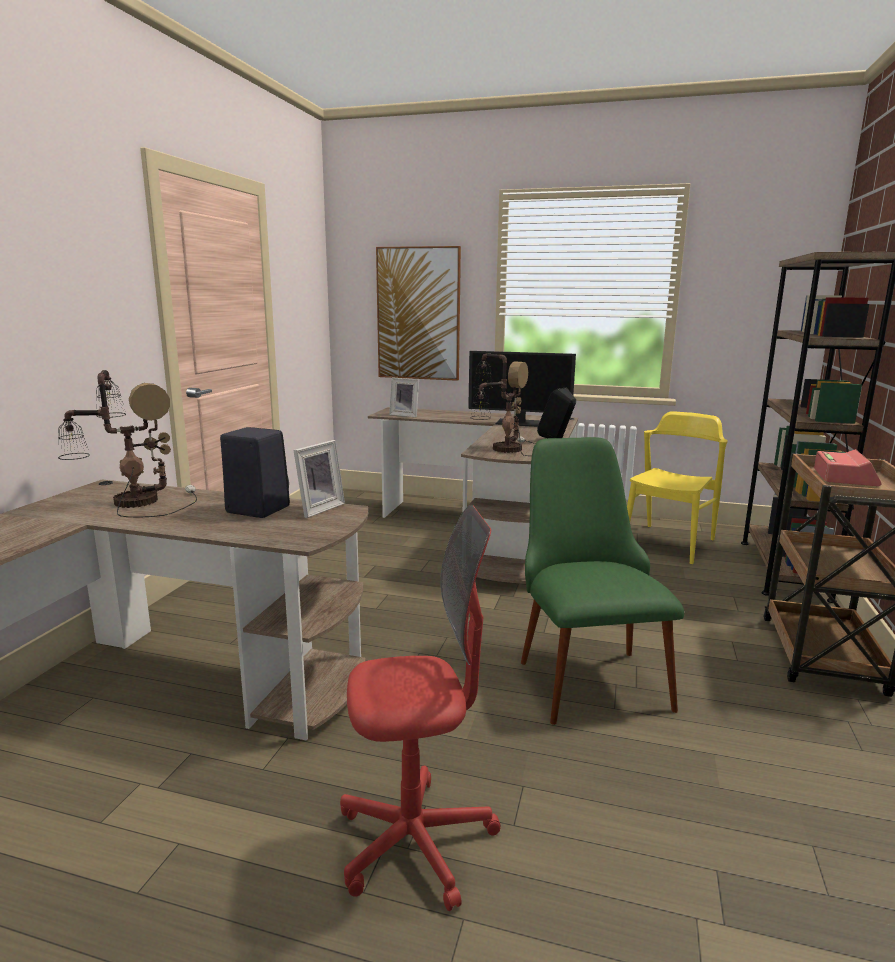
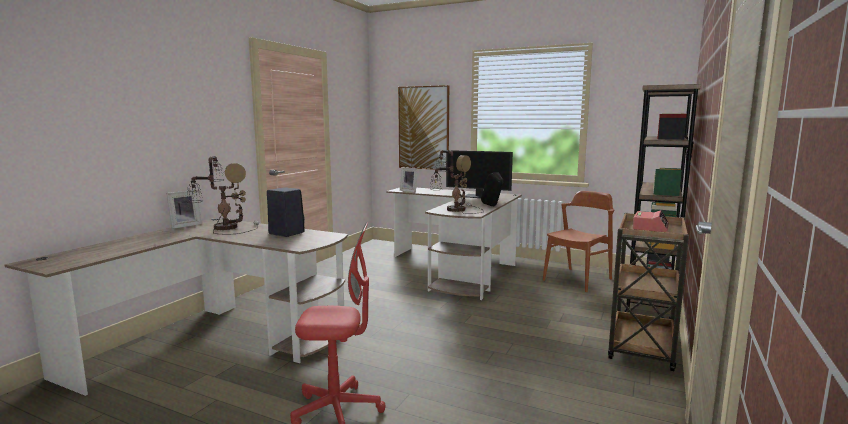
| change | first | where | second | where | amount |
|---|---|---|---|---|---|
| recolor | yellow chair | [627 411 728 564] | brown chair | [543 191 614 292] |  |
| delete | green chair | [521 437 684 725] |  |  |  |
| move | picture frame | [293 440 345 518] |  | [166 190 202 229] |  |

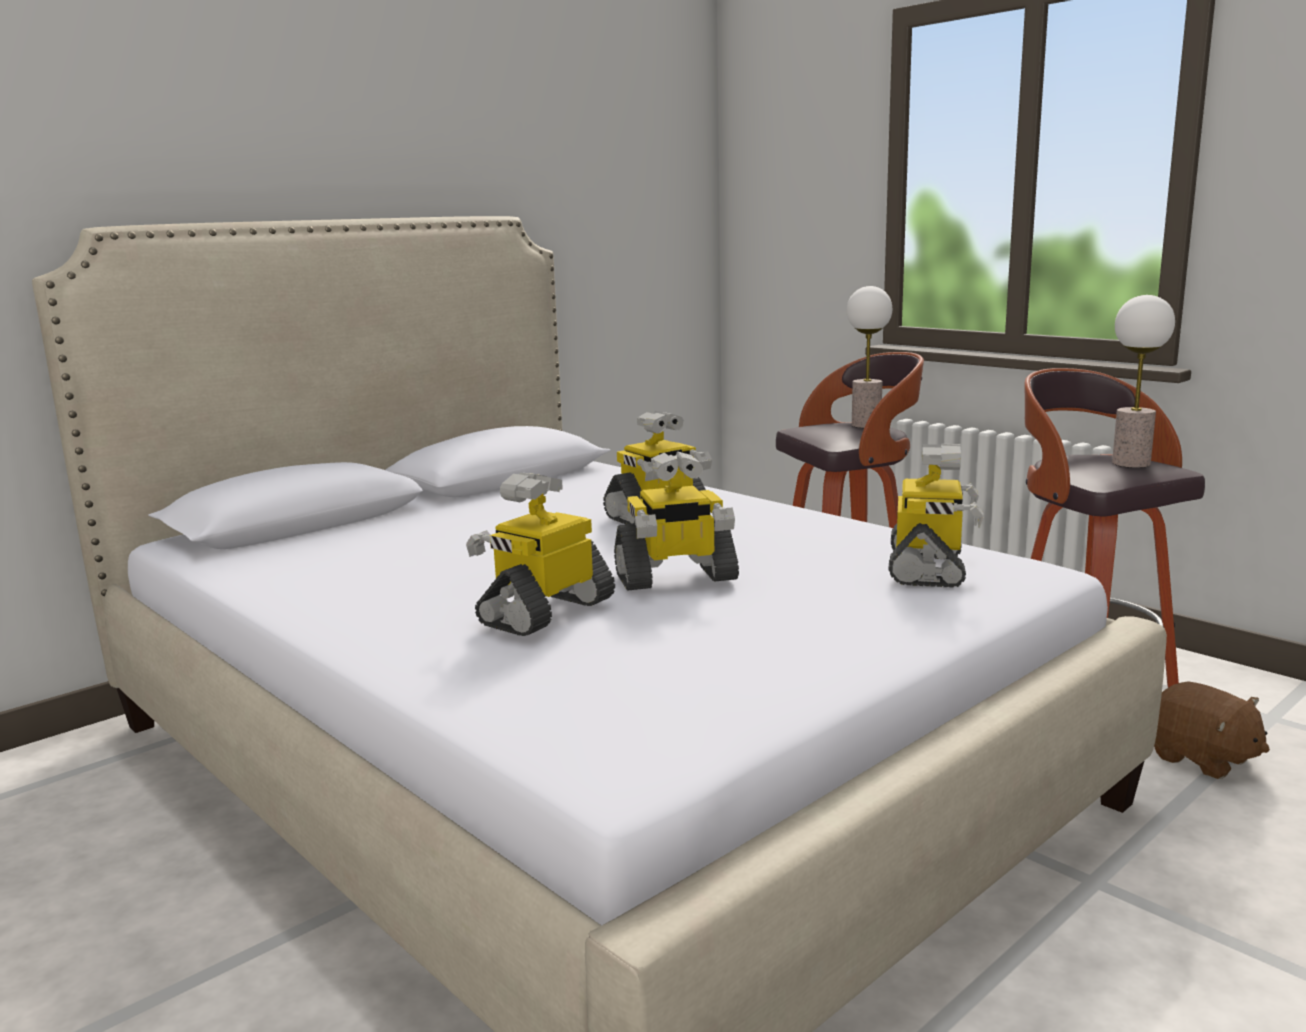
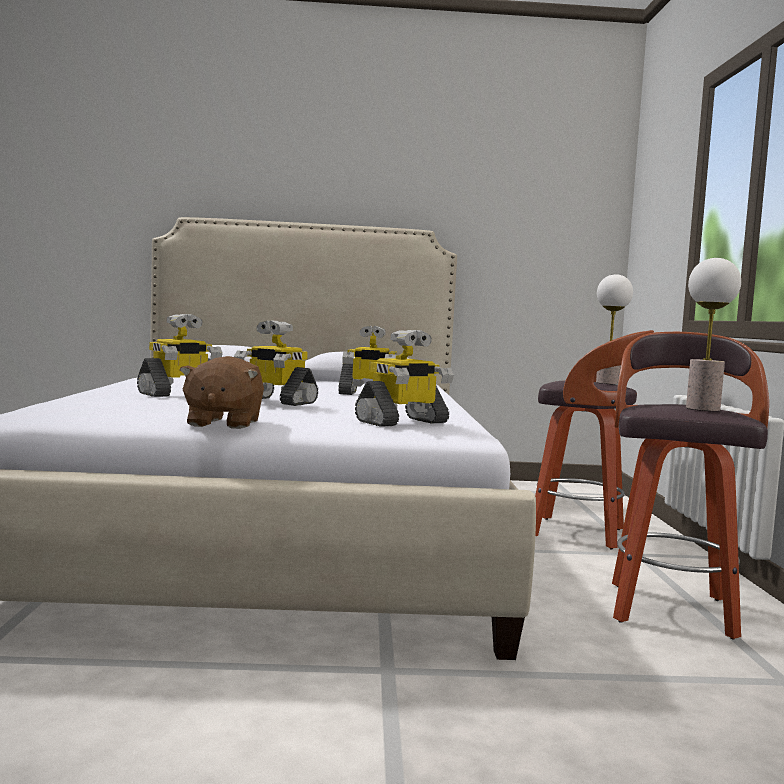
| change | first | where | second | where | amount |
|---|---|---|---|---|---|
| rotate | toy robot | [466 472 615 636] |  | [137 314 223 397] | 150 degrees clockwise |
| move | brown plush toy | [1154 681 1270 779] |  | [179 356 264 429] |  |

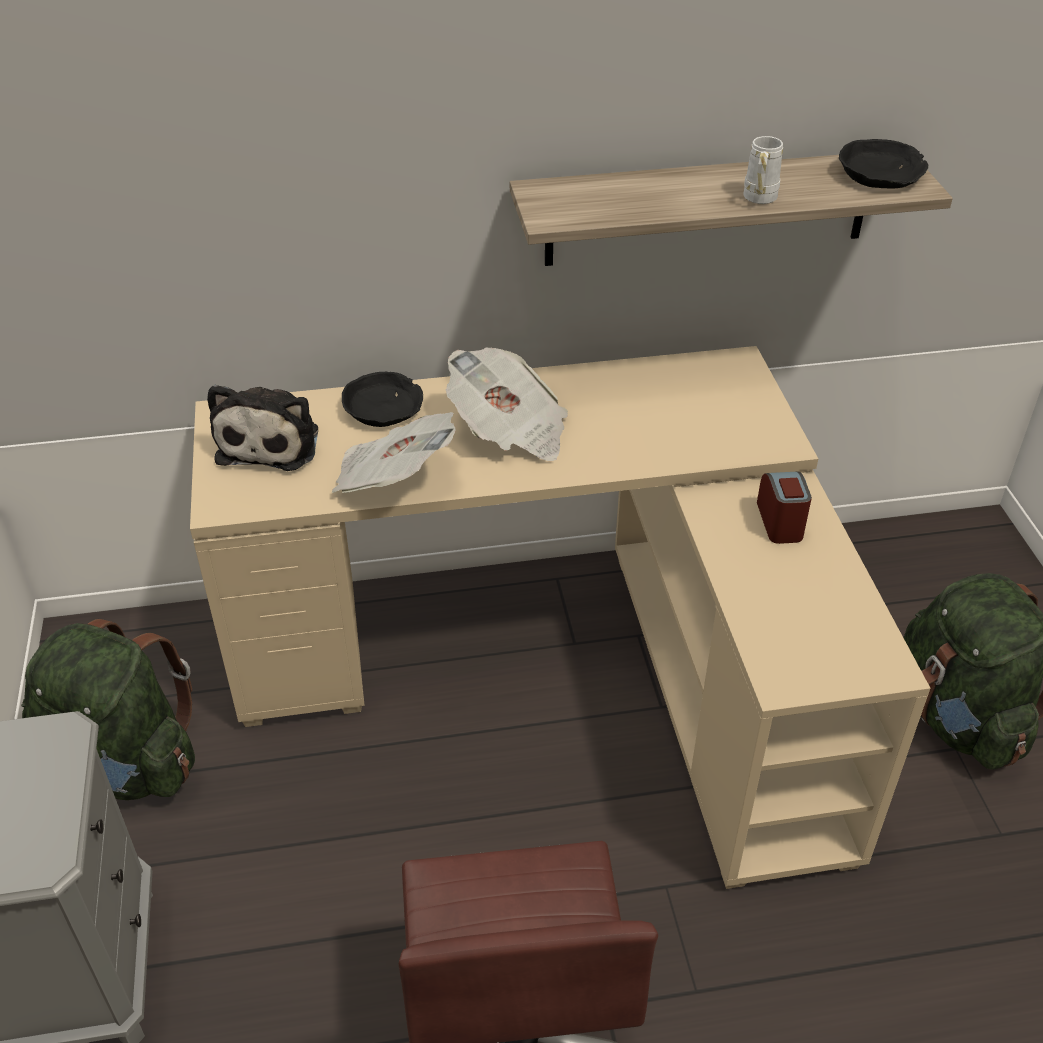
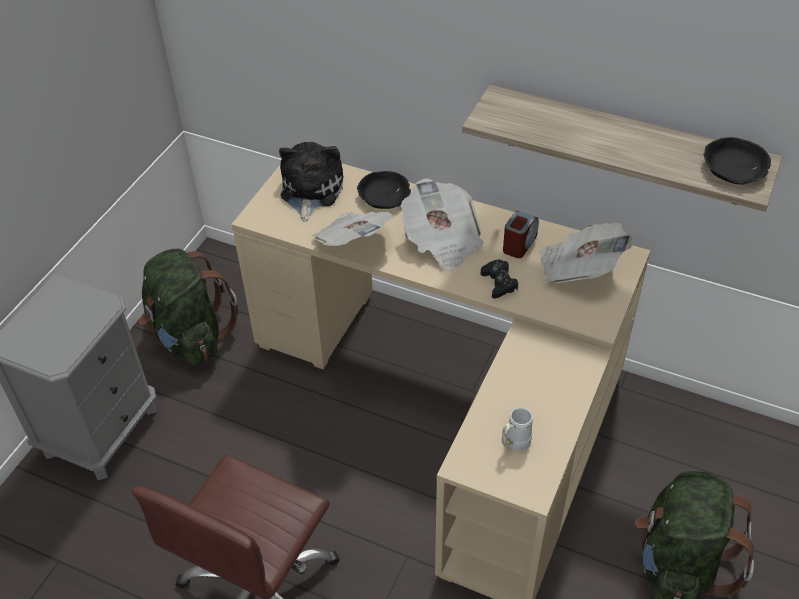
| change | first | where | second | where | amount |
|---|---|---|---|---|---|
| move | white mug | [743 136 783 204] |  | [501 407 533 451] |  |
| rotate | plush toy | [207 385 318 471] |  | [279 142 343 222] | 150 degrees clockwise |
| move | alarm clock | [757 471 812 544] |  | [503 211 539 258] |  |
| insert |  |  | newspaper | [539 223 632 283] |  |
| insert |  |  | black game controller | [481 260 518 299] |  |

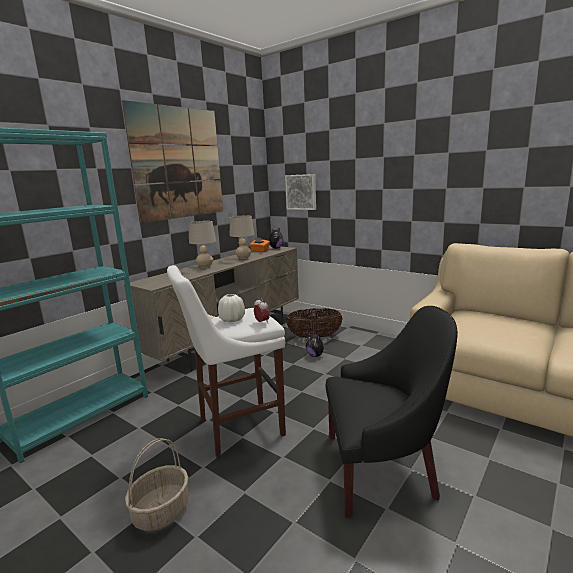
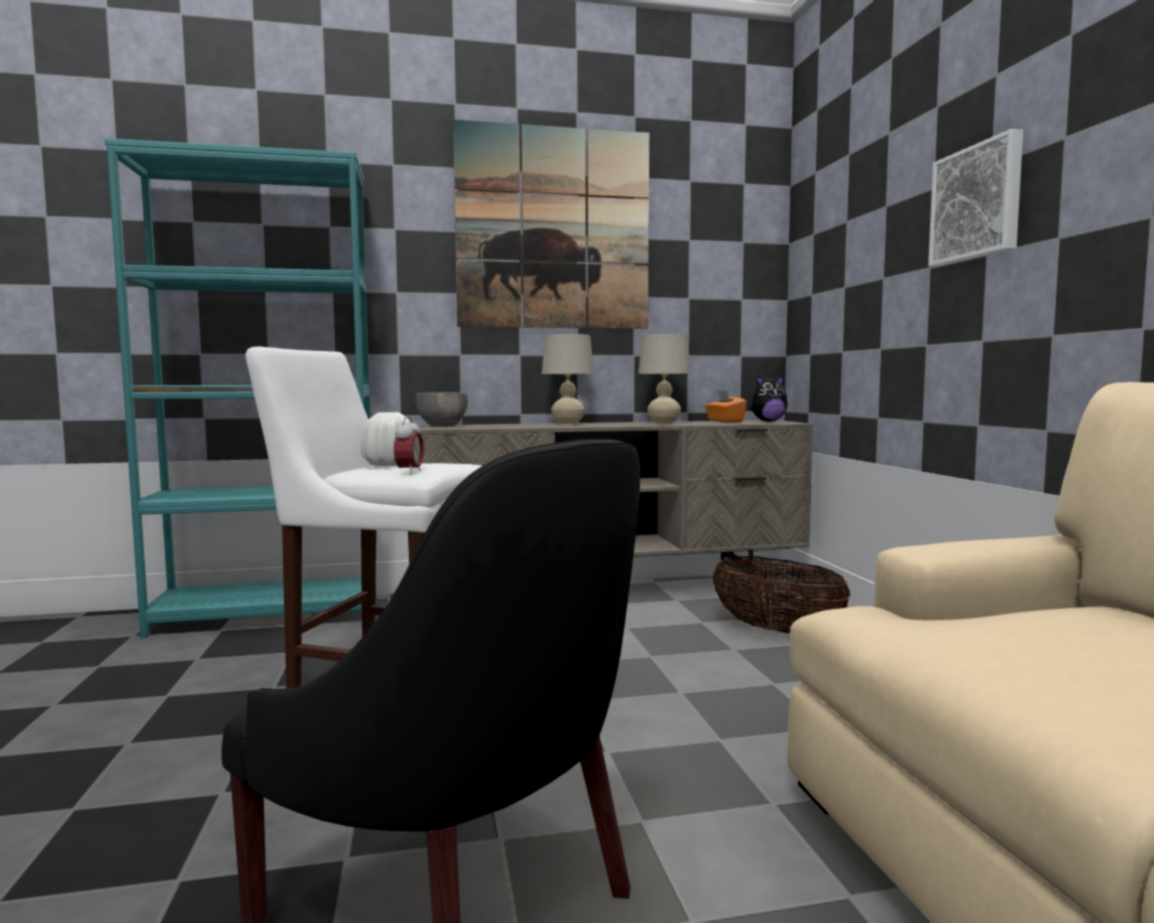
| change | first | where | second | where | amount |
|---|---|---|---|---|---|
| move | picture | [285 174 316 210] |  | [928 129 1023 267] |  |
| delete | plush toy | [306 331 327 357] |  |  |  |
| delete | basket | [125 438 189 531] |  |  |  |
| insert |  |  | grey bowl | [416 392 468 427] |  |

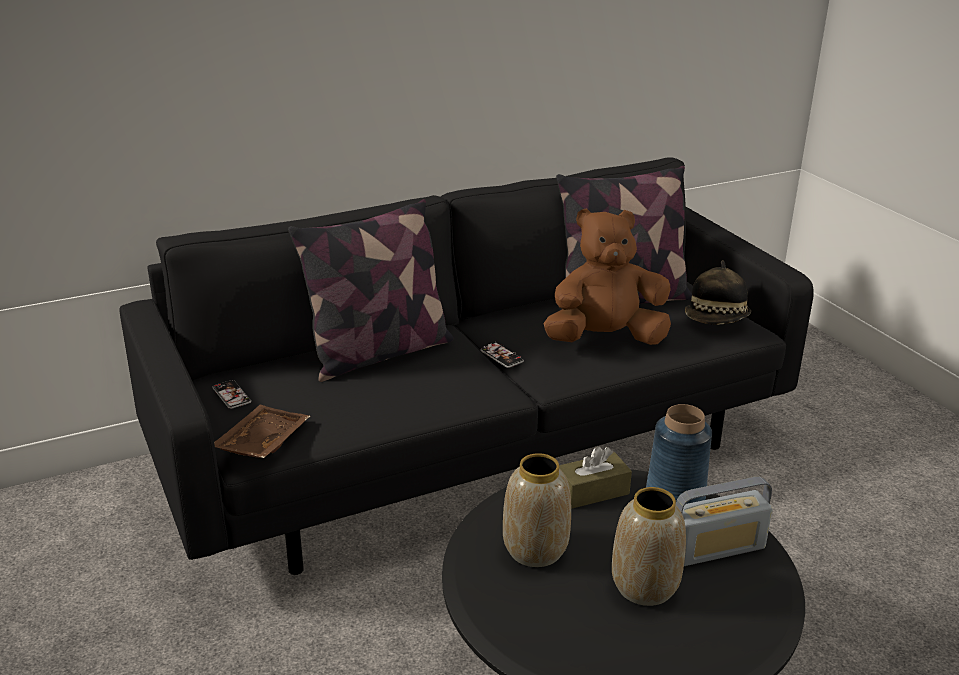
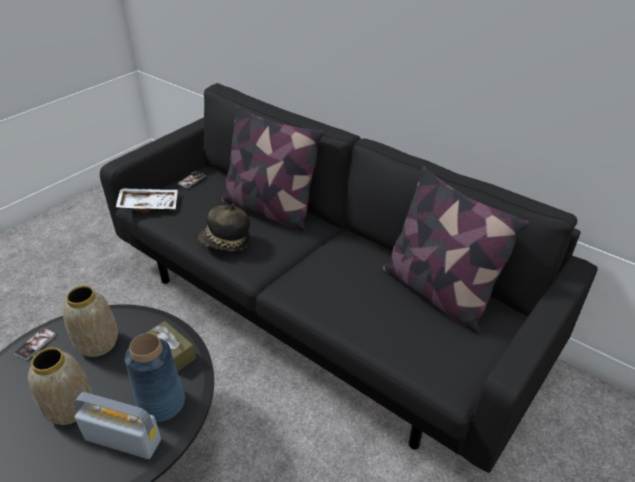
| change | first | where | second | where | amount |
|---|---|---|---|---|---|
| delete | brown plush toy | [543 208 671 345] |  |  |  |
| move | hat | [685 260 751 325] |  | [198 204 251 251] |  |
| move | phone | [480 343 524 368] |  | [14 328 56 360] |  |
| recolor | brown tray | [214 405 310 458] | white tray | [116 188 178 212] |  |
| rotate | radio | [676 477 772 566] |  | [74 392 161 459] | 150 degrees clockwise |

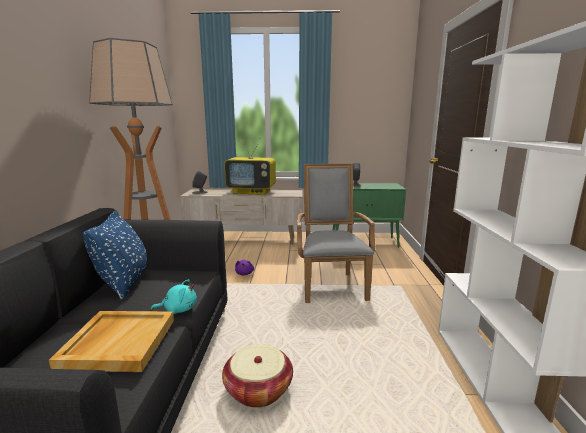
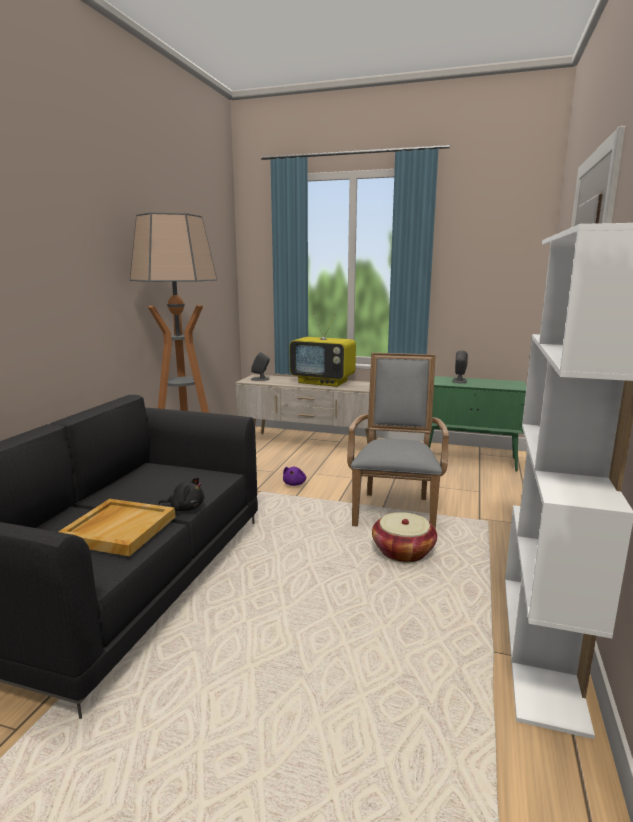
| change | first | where | second | where | amount |
|---|---|---|---|---|---|
| delete | blue pillow | [83 211 147 300] |  |  |  |
| recolor | turquoise plush toy | [151 279 197 314] | black plush toy | [158 477 204 511] |  |
| move | basket | [222 345 293 408] |  | [372 512 437 562] |  |

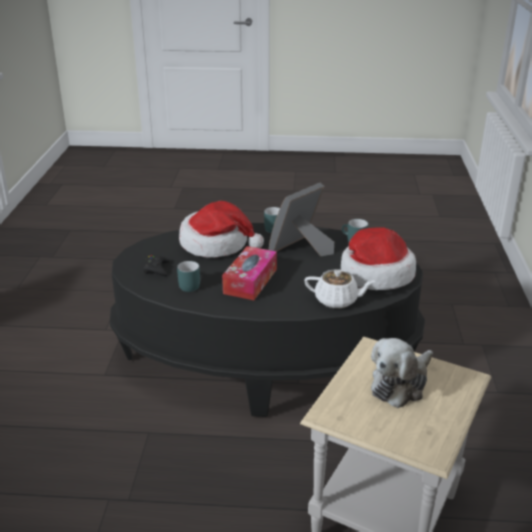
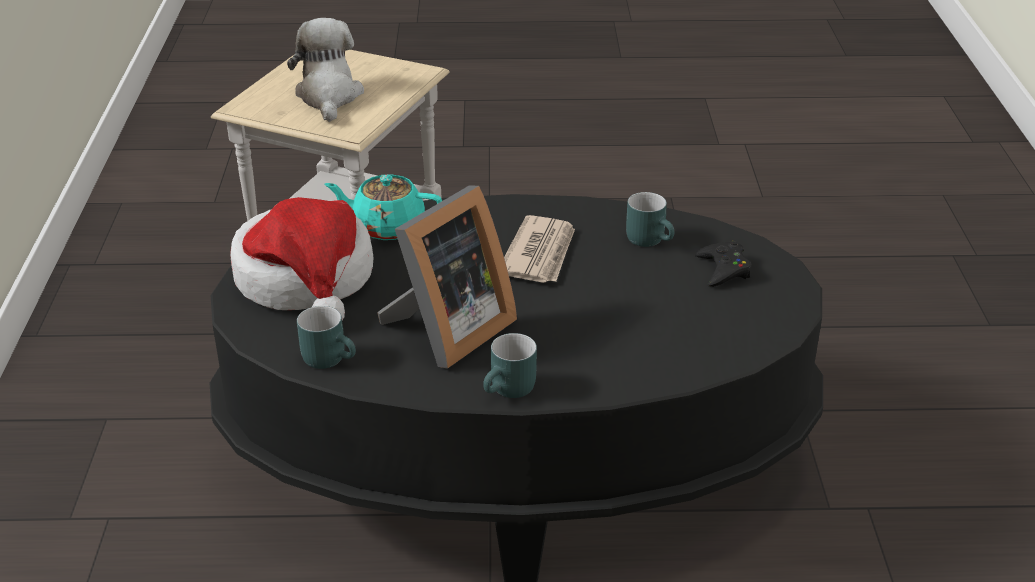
| change | first | where | second | where | amount |
|---|---|---|---|---|---|
| delete | hat | [179 201 264 257] |  |  |  |
| replace | tissue box | [222 246 277 300] | newspaper | [504 215 575 283] |  |
| recolor | white teapot | [304 269 376 308] | turquoise teapot | [324 174 442 240] |  |
| rotate | plush toy | [371 338 433 408] |  | [287 18 364 122] | 45 degrees counterclockwise |

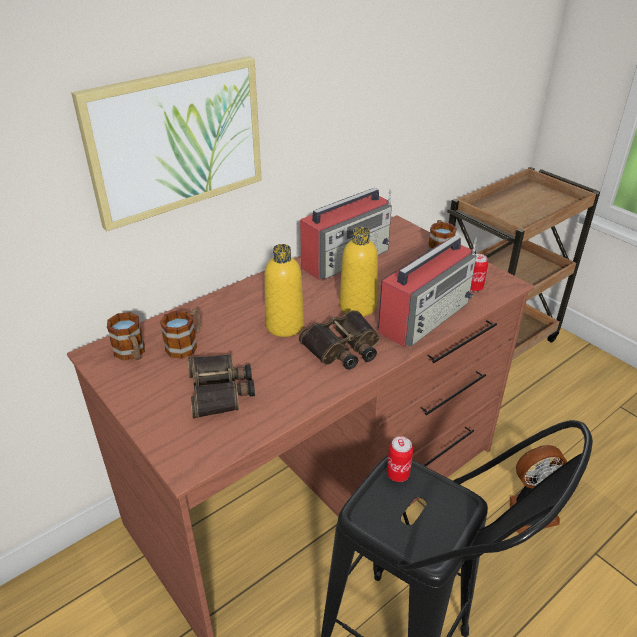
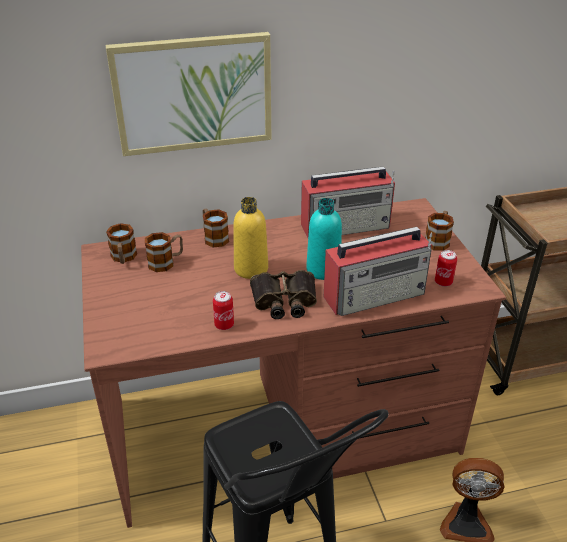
| change | first | where | second | where | amount |
|---|---|---|---|---|---|
| recolor | yellow bottle | [339 227 378 317] | turquoise bottle | [306 198 342 280] |  |
| delete | binoculars | [188 354 255 419] |  |  |  |
| move | can | [387 436 413 482] |  | [213 291 234 330] |  |
| insert |  |  | mug | [203 209 229 248] |  |

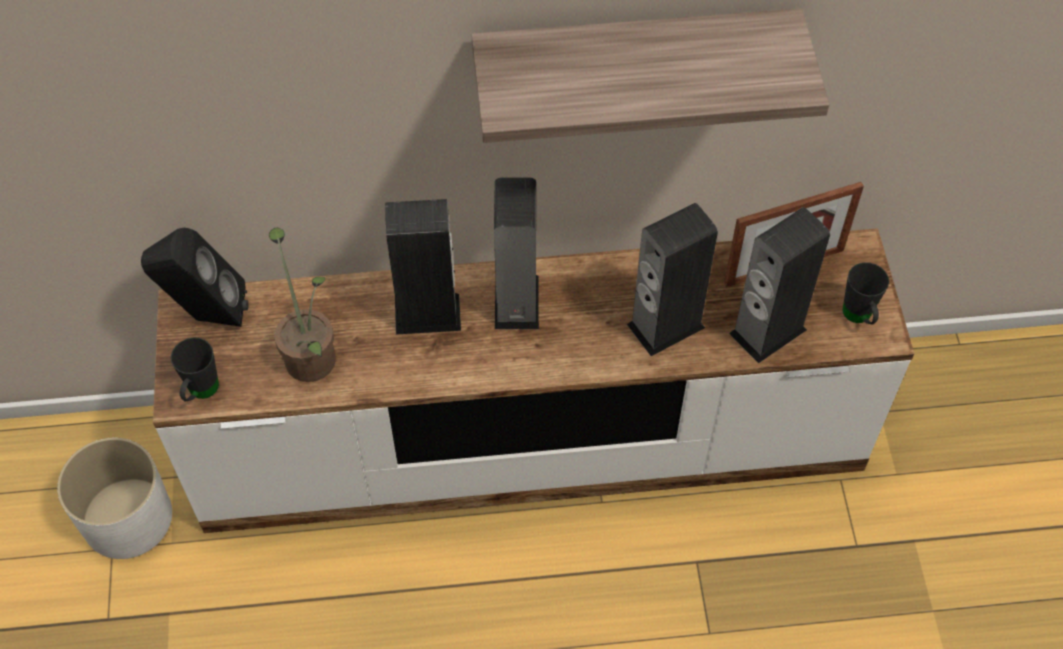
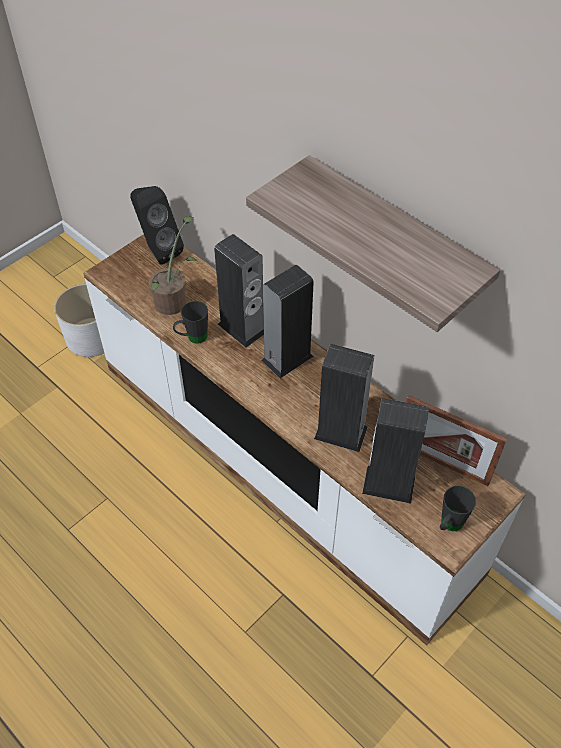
| change | first | where | second | where | amount |
|---|---|---|---|---|---|
| move | black mug | [171 337 219 402] |  | [173 301 208 344] |  |

